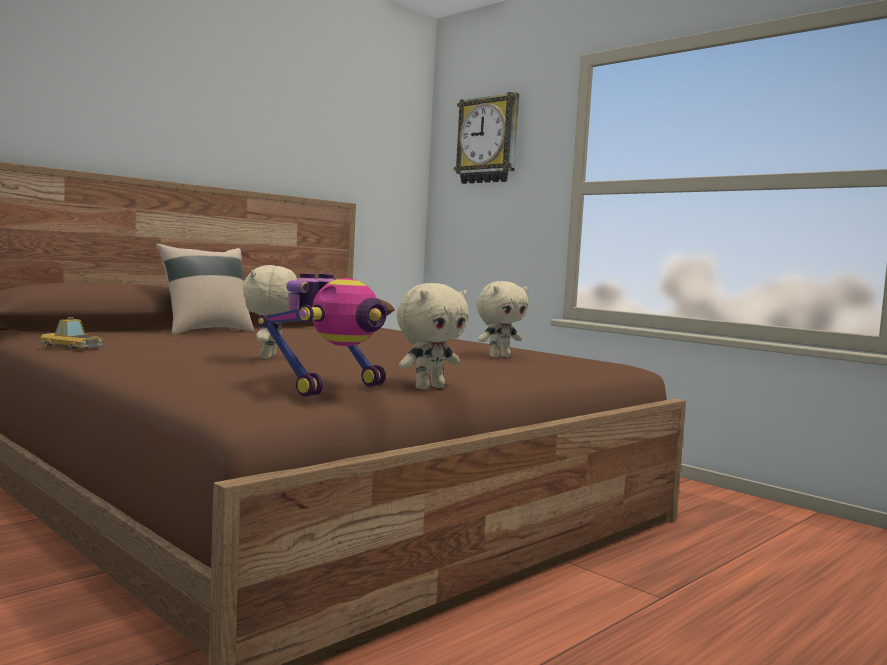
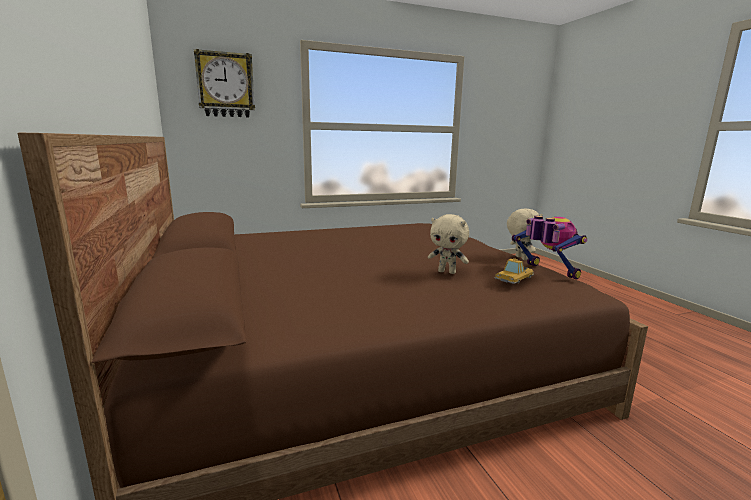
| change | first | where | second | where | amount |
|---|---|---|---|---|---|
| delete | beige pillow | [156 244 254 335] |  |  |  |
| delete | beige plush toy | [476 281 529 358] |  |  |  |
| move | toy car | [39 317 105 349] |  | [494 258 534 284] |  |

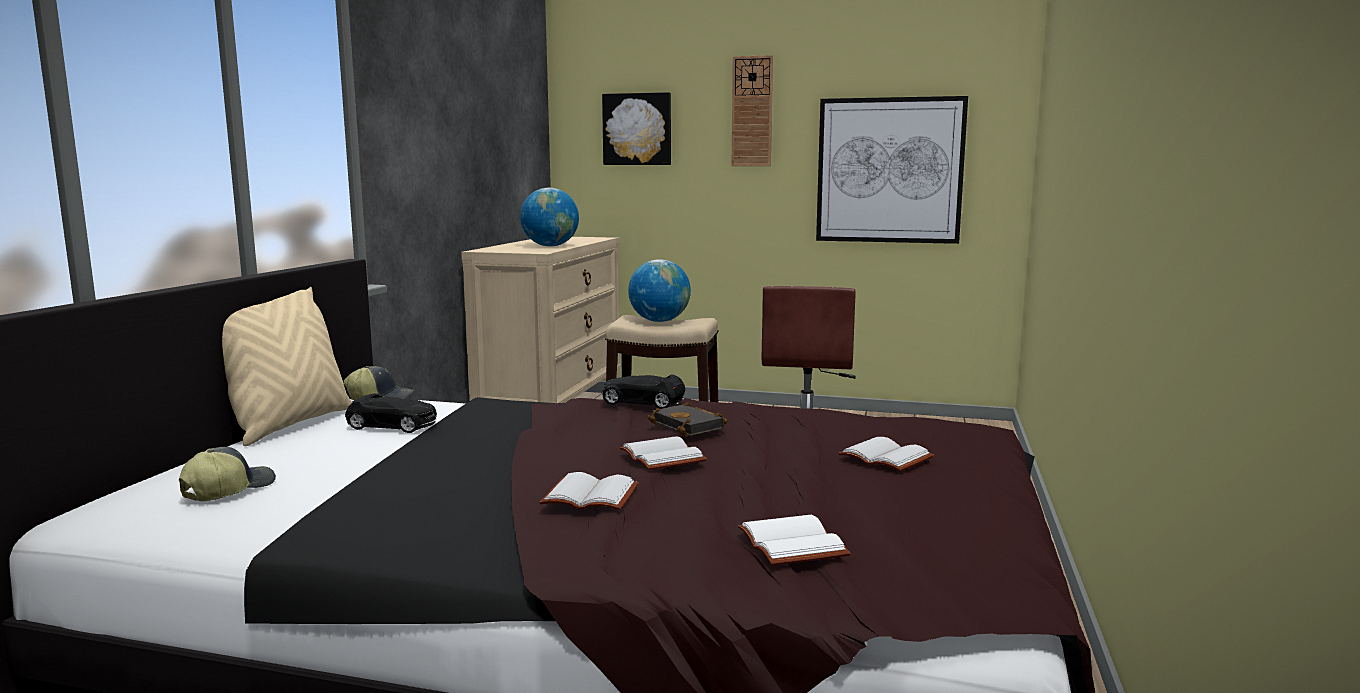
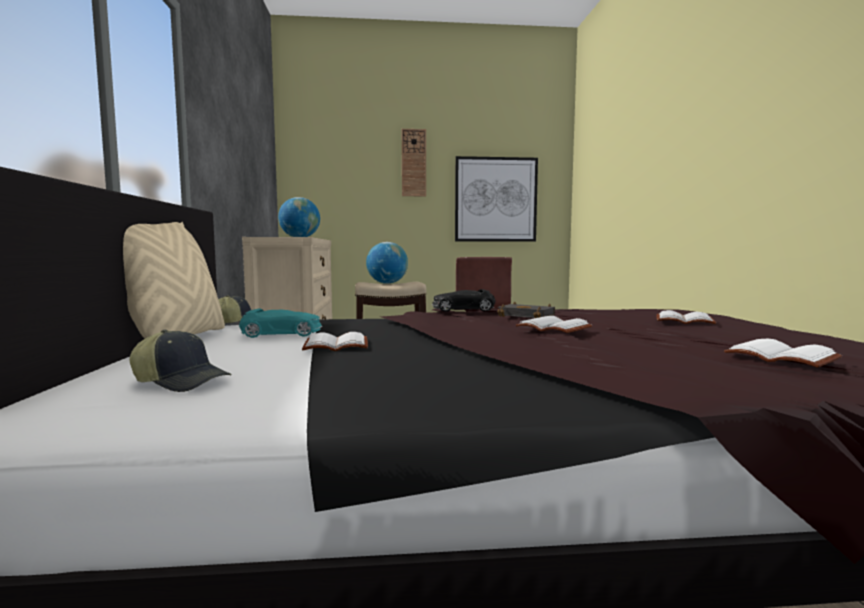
| change | first | where | second | where | amount |
|---|---|---|---|---|---|
| delete | picture | [602 92 671 165] |  |  |  |
| recolor | black toy car | [345 393 437 433] | turquoise toy car | [239 309 322 338] |  |
| rotate | cap | [179 447 276 502] |  | [129 330 232 392] | 105 degrees clockwise |
| move | white book | [539 472 638 510] |  | [302 332 368 351] |  |

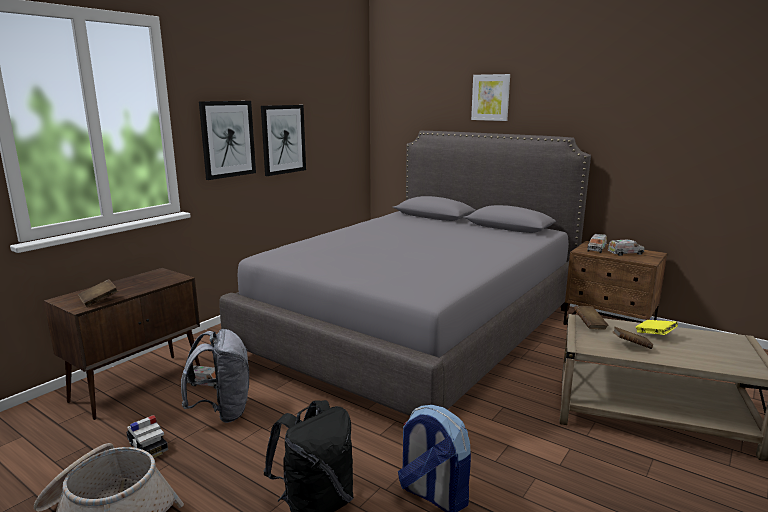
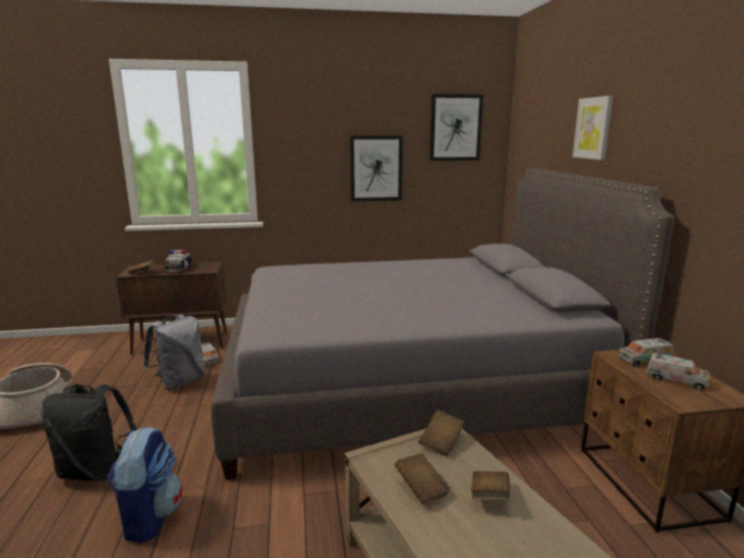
| change | first | where | second | where | amount |
|---|---|---|---|---|---|
| move | picture | [199 101 256 180] |  | [430 94 483 161] |  |
| recolor | yellow book | [635 320 678 335] | brown book | [471 471 510 500] |  |
| move | toy car | [126 415 168 458] |  | [165 250 192 272] |  |

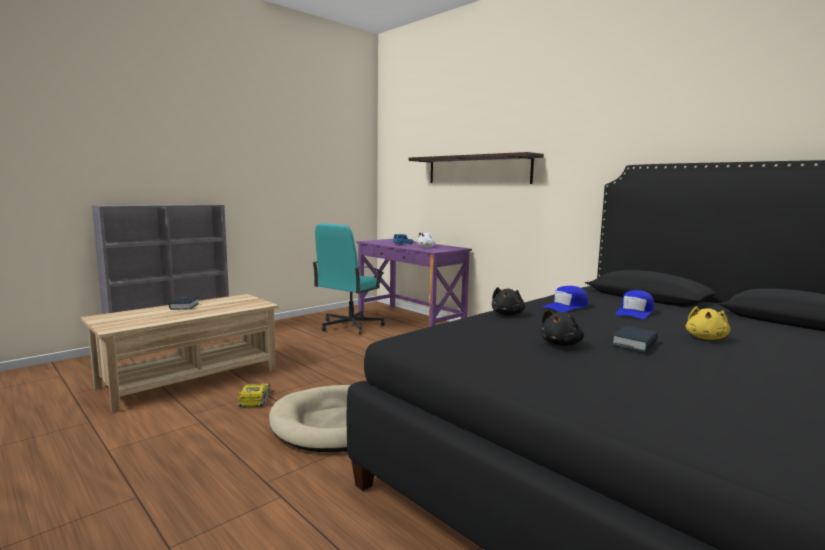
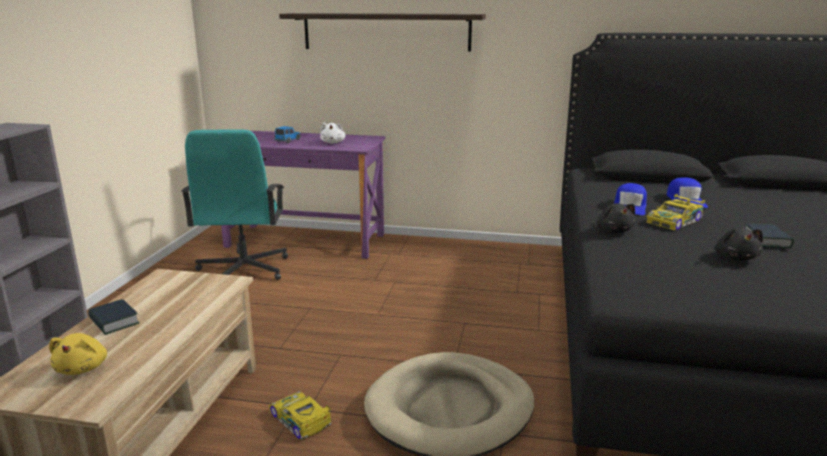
| change | first | where | second | where | amount |
|---|---|---|---|---|---|
| move | yellow plush toy | [686 306 730 340] |  | [49 333 107 375] |  |
| insert |  |  | toy car | [646 194 705 230] |  |

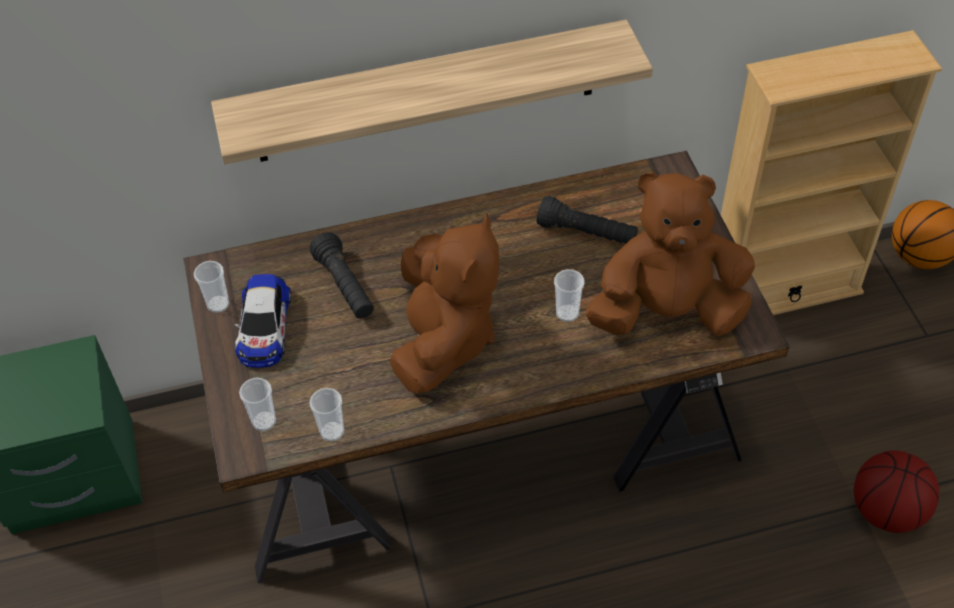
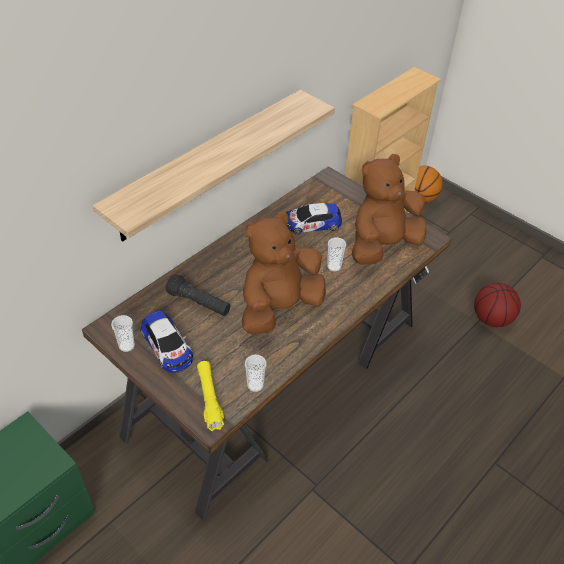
| change | first | where | second | where | amount |
|---|---|---|---|---|---|
| replace | black flashlight | [537 196 638 244] | toy car | [286 203 342 234] |  |
| rotate | brown plush toy | [390 213 499 393] |  | [242 212 326 334] | 105 degrees counterclockwise |
| replace | cup | [239 378 276 431] | yellow flashlight | [197 361 224 431] |  |

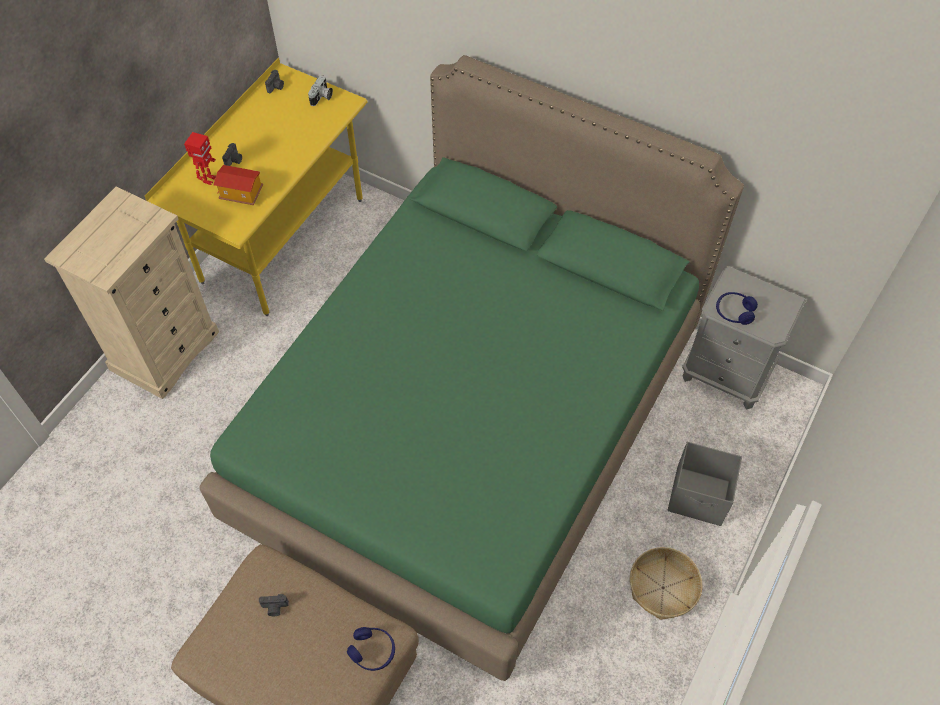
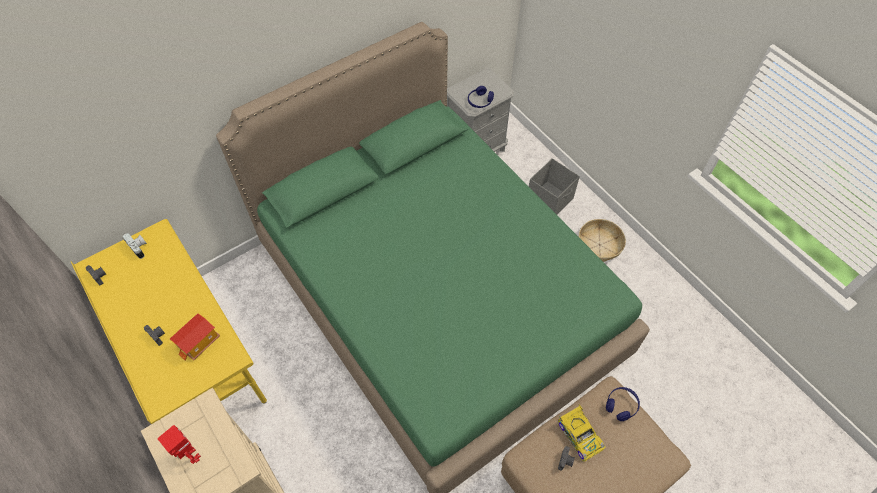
| change | first | where | second | where | amount |
|---|---|---|---|---|---|
| move | toy robot | [184 132 216 185] |  | [157 425 201 464] |  |
| insert |  |  | toy car | [557 404 606 462] |  |

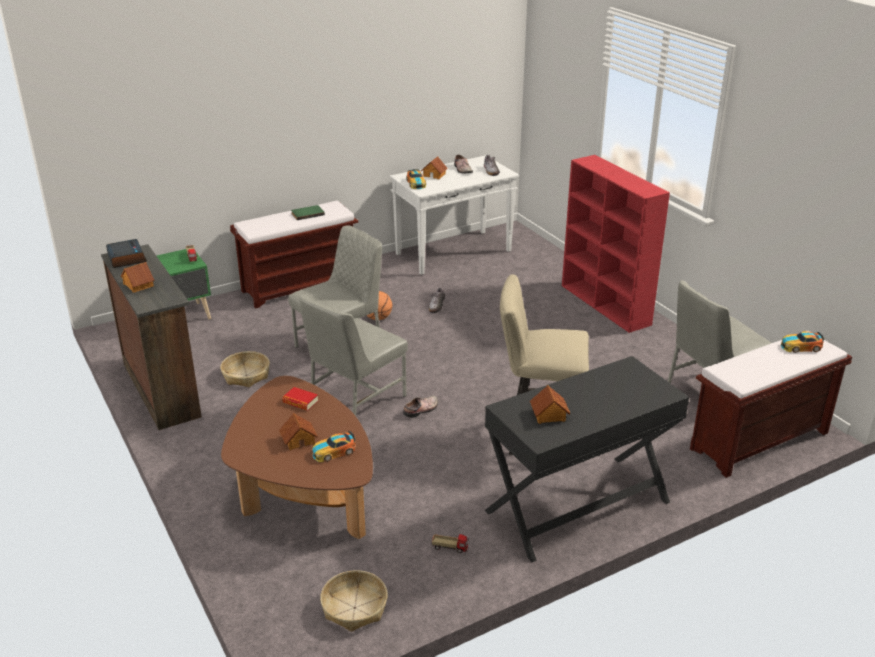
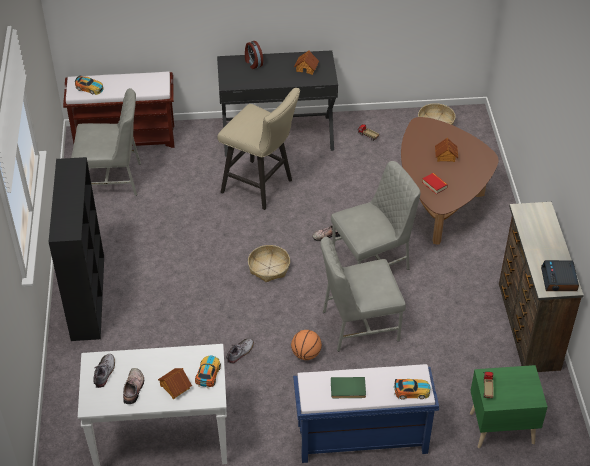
| change | first | where | second | where | amount |
|---|---|---|---|---|---|
| recolor | red bookcase | [562 155 670 333] | black bookcase | [49 157 104 341] |  |
| recolor | brown bench | [230 200 358 308] | blue bench | [293 364 439 463] |  |
| delete | toy house | [121 262 155 293] |  |  |  |
| move | basket | [220 351 270 387] |  | [248 245 290 282] |  |
| move | toy car | [312 431 356 462] |  | [394 379 431 400] |  |
| insert |  |  | alarm clock | [245 41 263 69] |  |

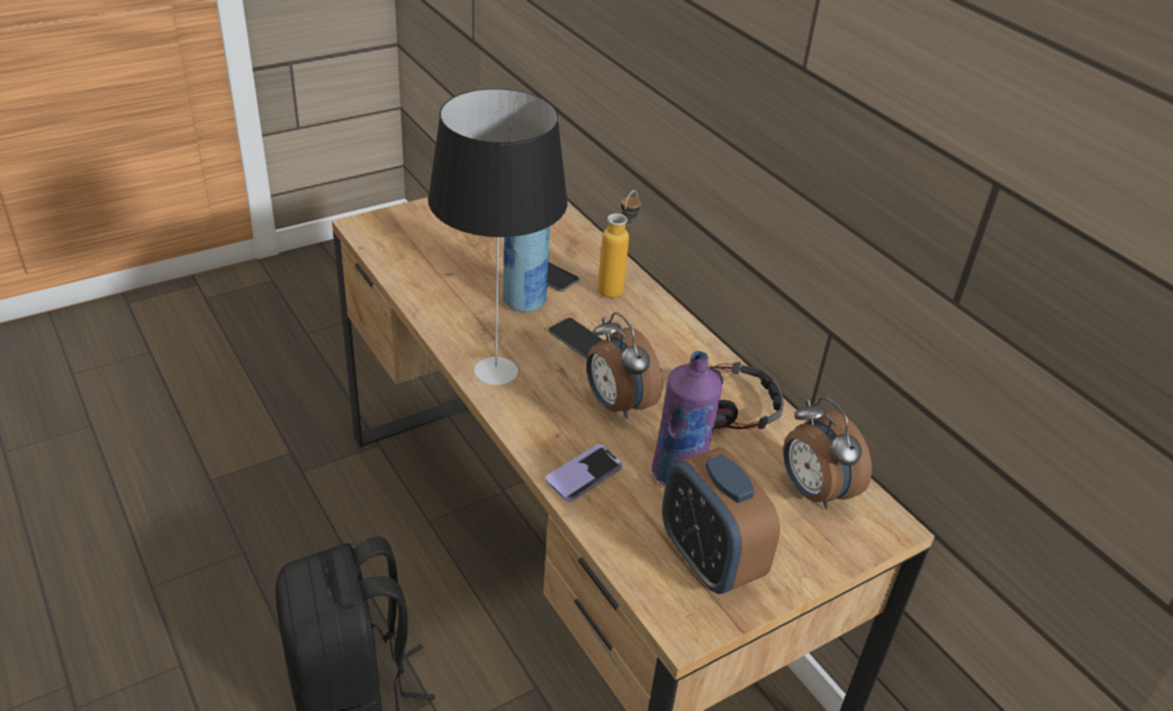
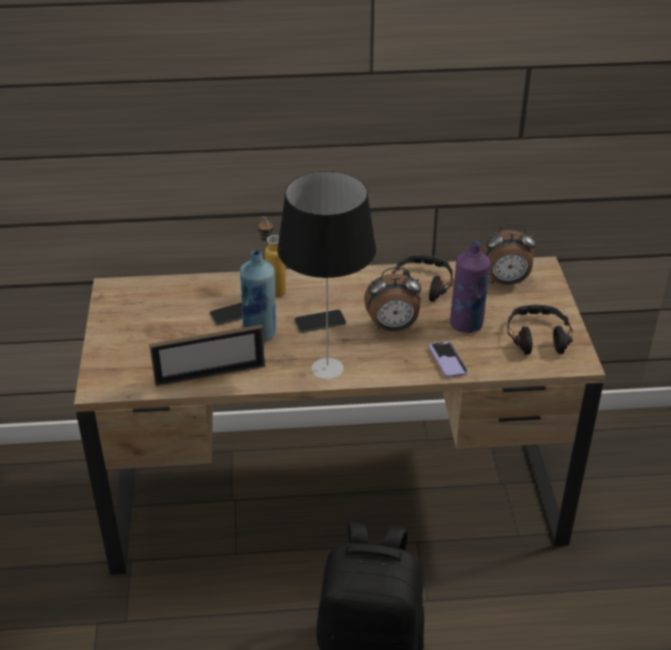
| change | first | where | second | where | amount |
|---|---|---|---|---|---|
| replace | alarm clock | [662 447 780 594] | headphones | [507 305 573 355] |  |
| insert |  |  | picture frame | [149 325 265 387] |  |

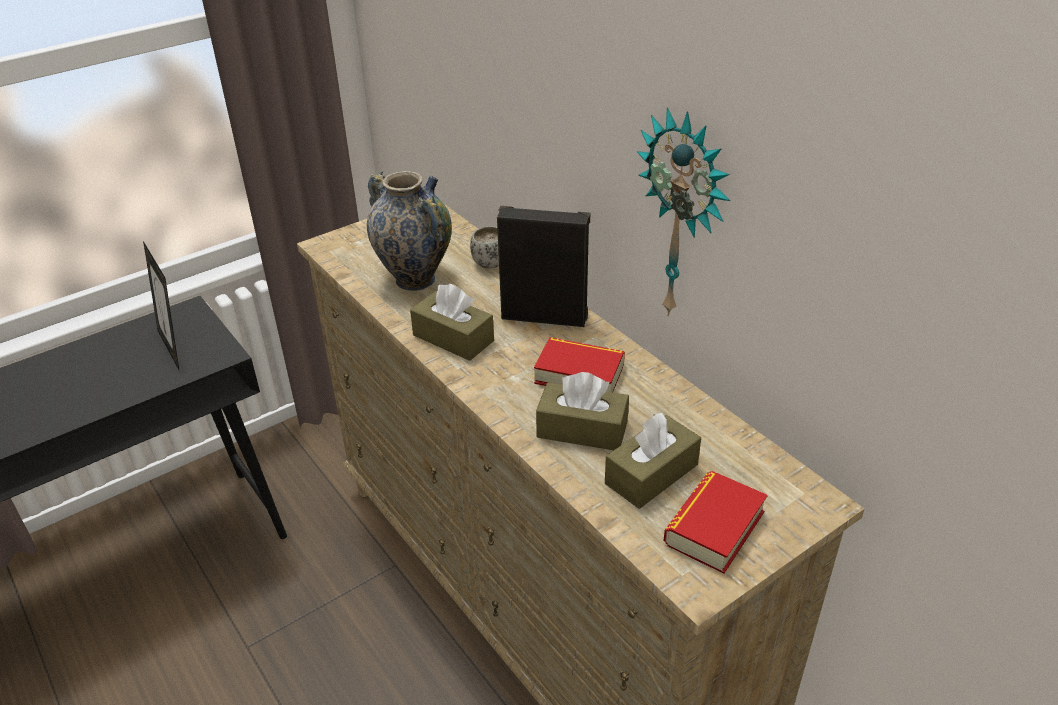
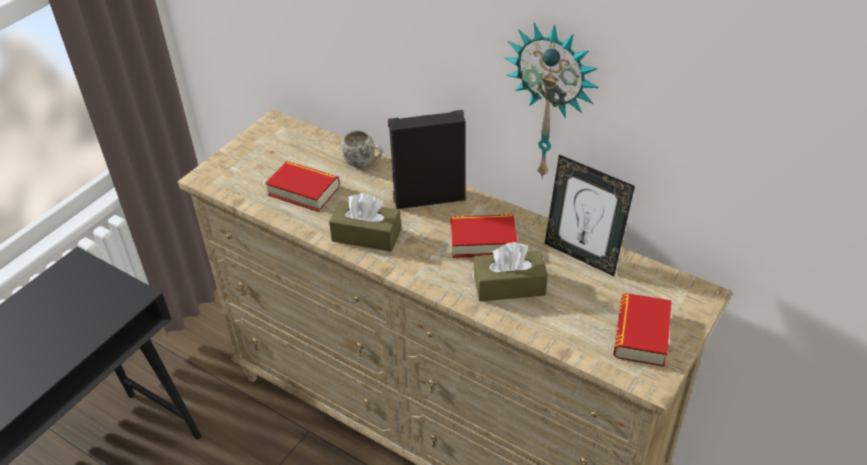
| change | first | where | second | where | amount |
|---|---|---|---|---|---|
| replace | vase | [367 171 452 291] | book | [265 161 340 212] |  |
| move | picture frame | [143 241 179 369] |  | [545 155 635 276] |  |
| delete | brown tissue box | [605 413 701 509] |  |  |  |

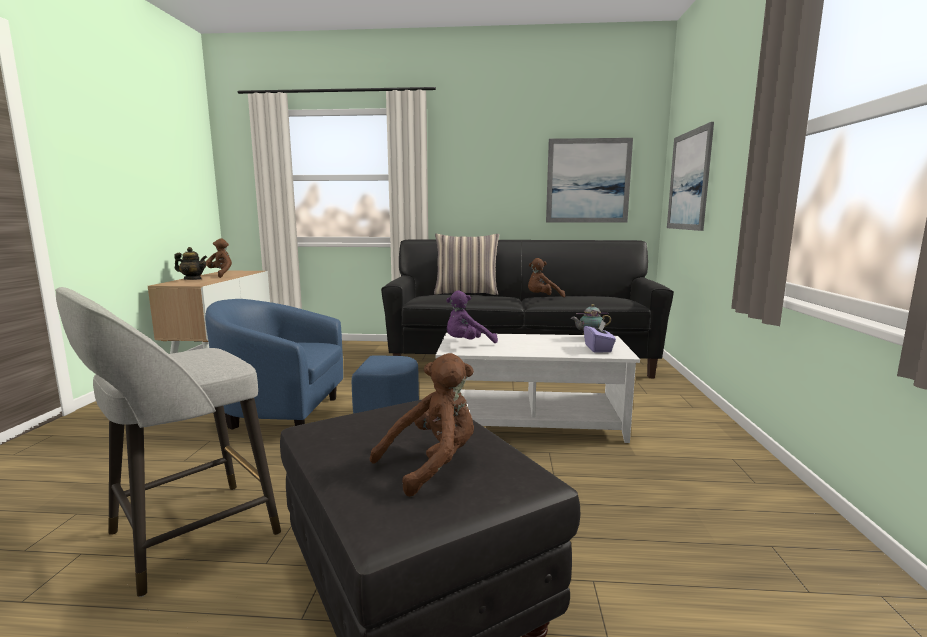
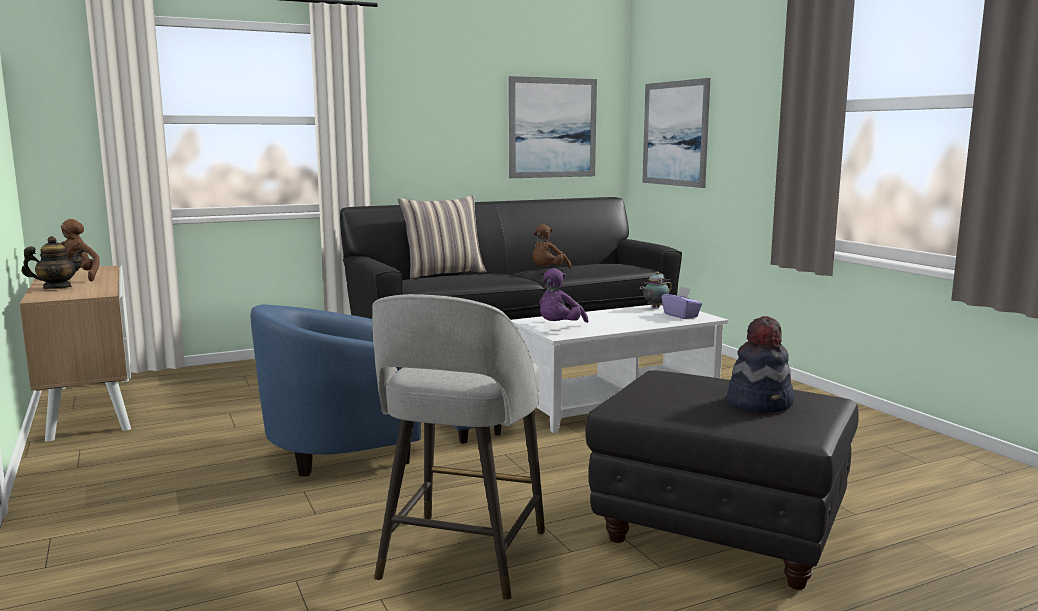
| change | first | where | second | where | amount |
|---|---|---|---|---|---|
| replace | brown plush toy | [370 353 474 497] | hat | [727 316 794 413] |  |

